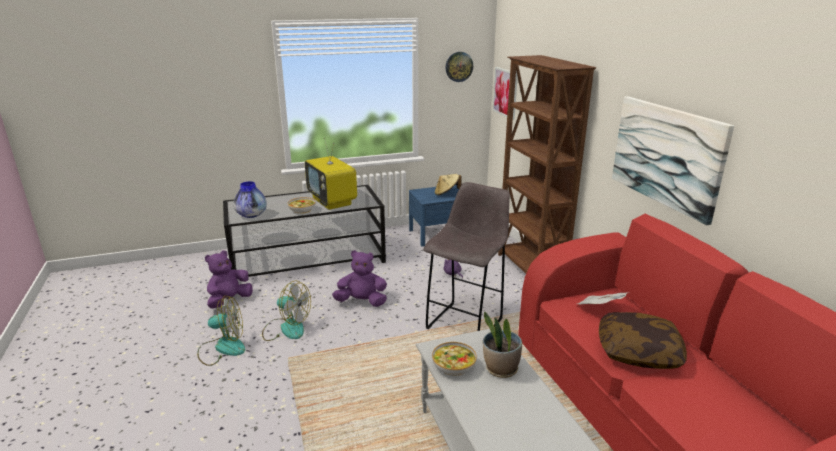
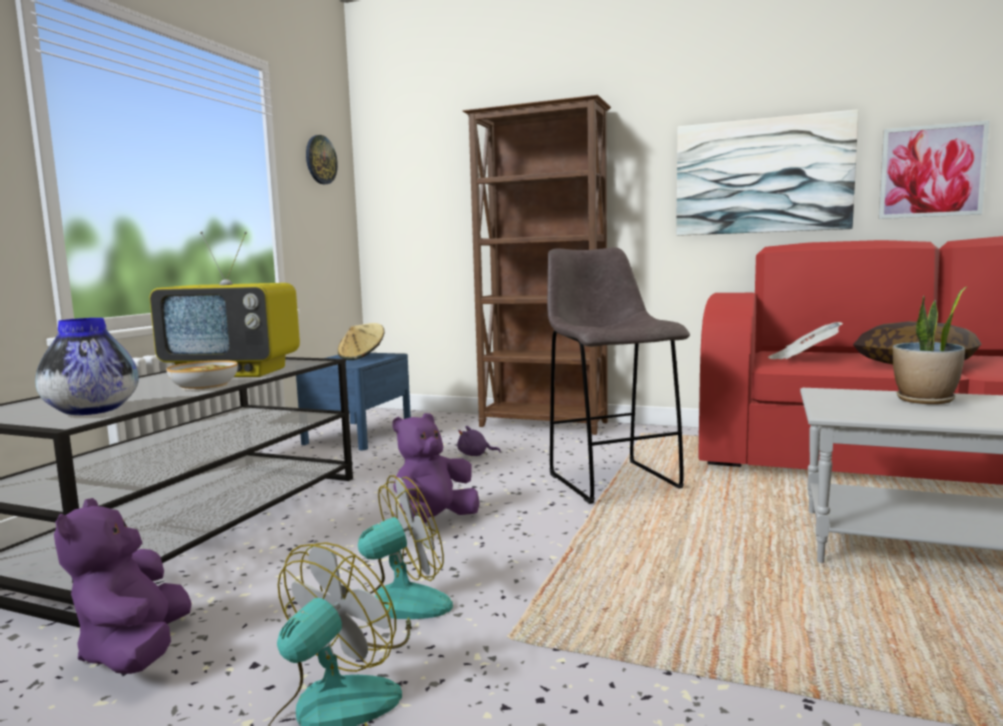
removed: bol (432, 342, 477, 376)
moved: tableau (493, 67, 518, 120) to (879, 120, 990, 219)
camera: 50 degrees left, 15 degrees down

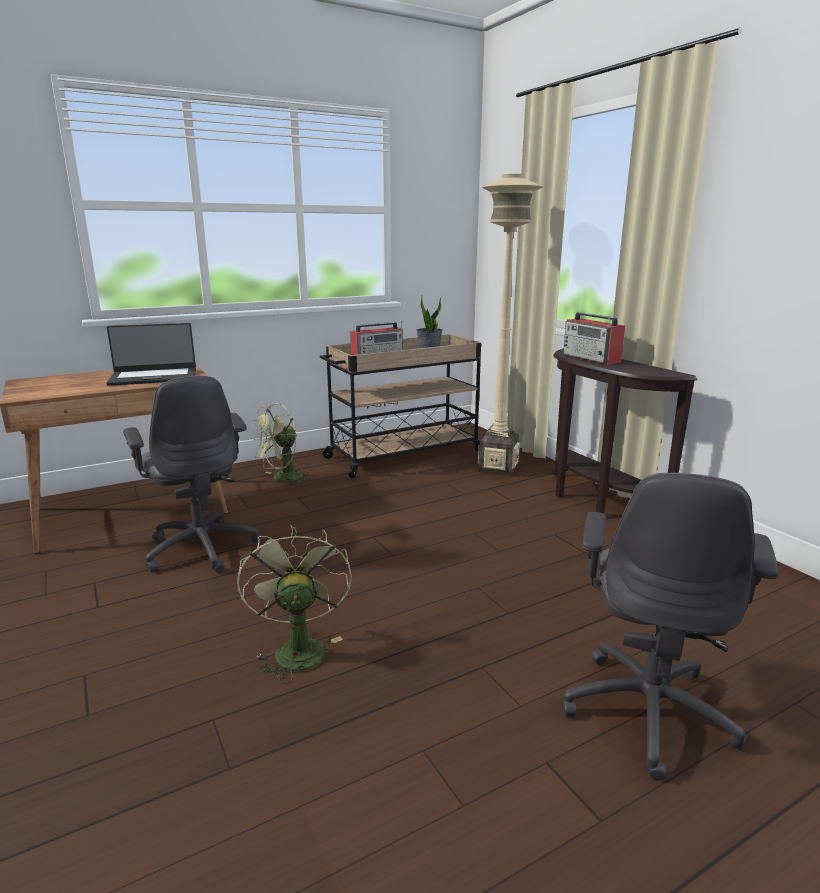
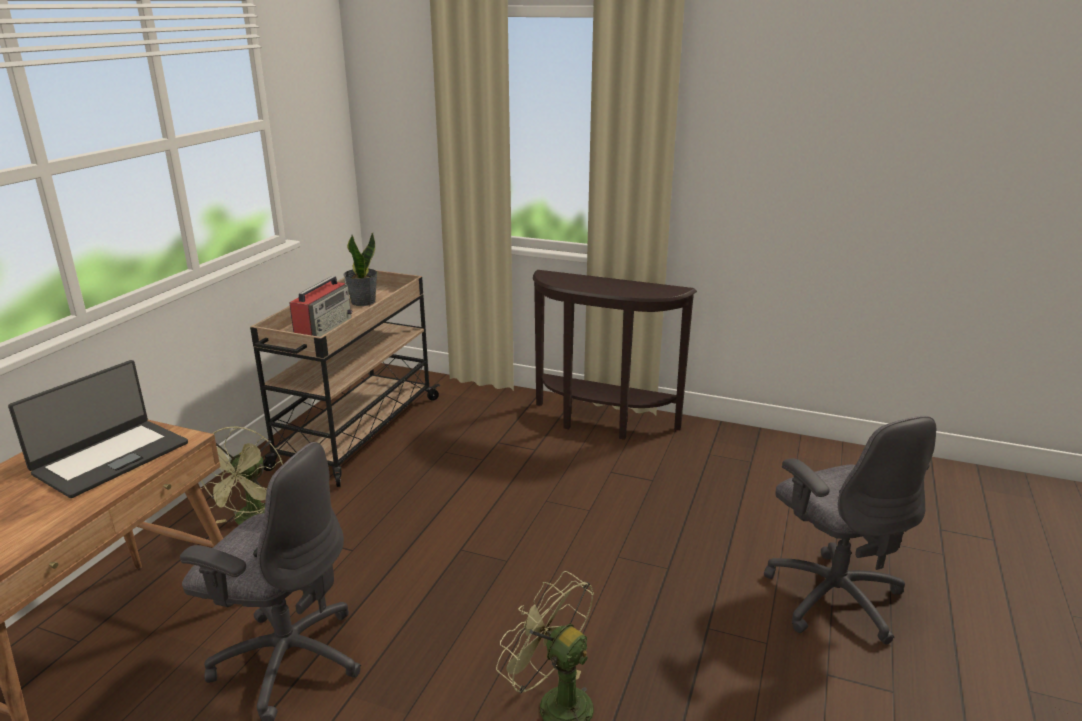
removed: lampadaire (beige) (478, 174, 543, 476); radio (563, 312, 625, 365)
camera: 40 degrees left, 5 degrees up

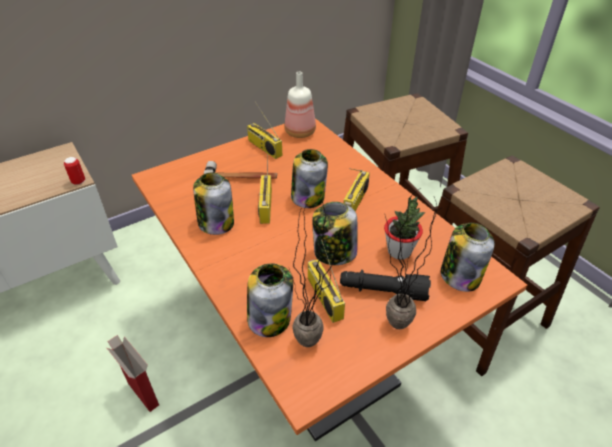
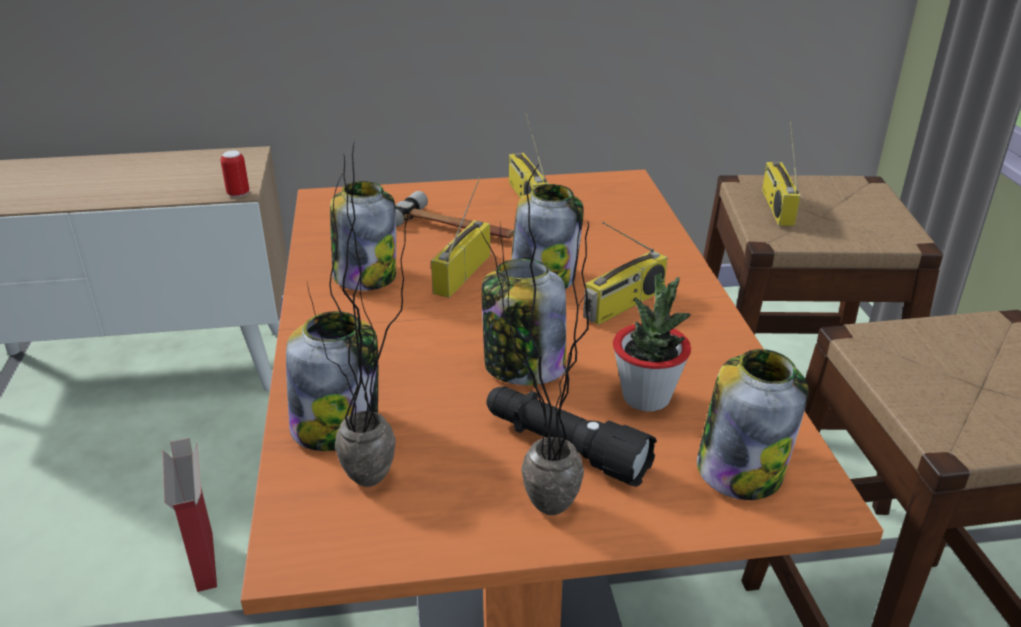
removed: bouteille (285, 72, 316, 138)
moved: radio (308, 239, 345, 323) to (762, 120, 800, 226)
camera: 25 degrees right, 10 degrees down

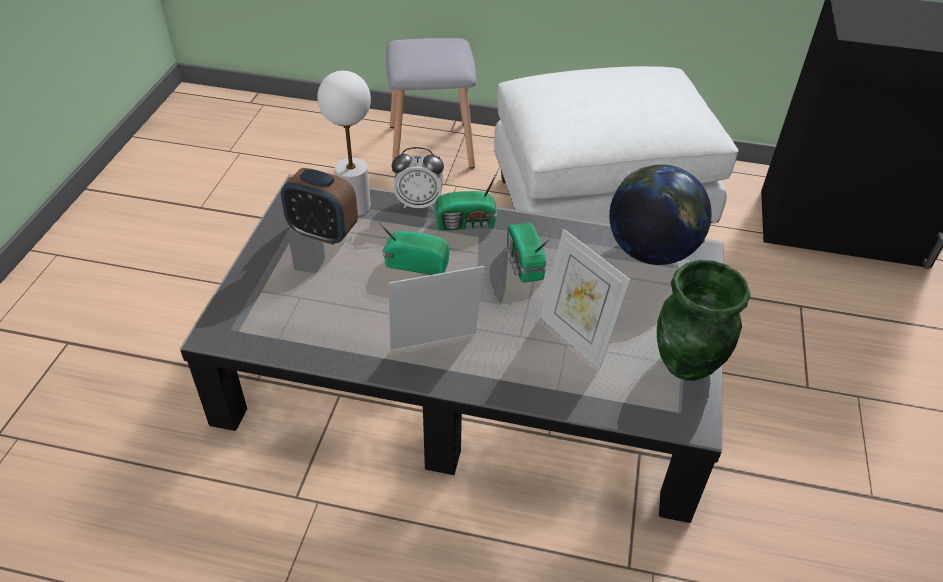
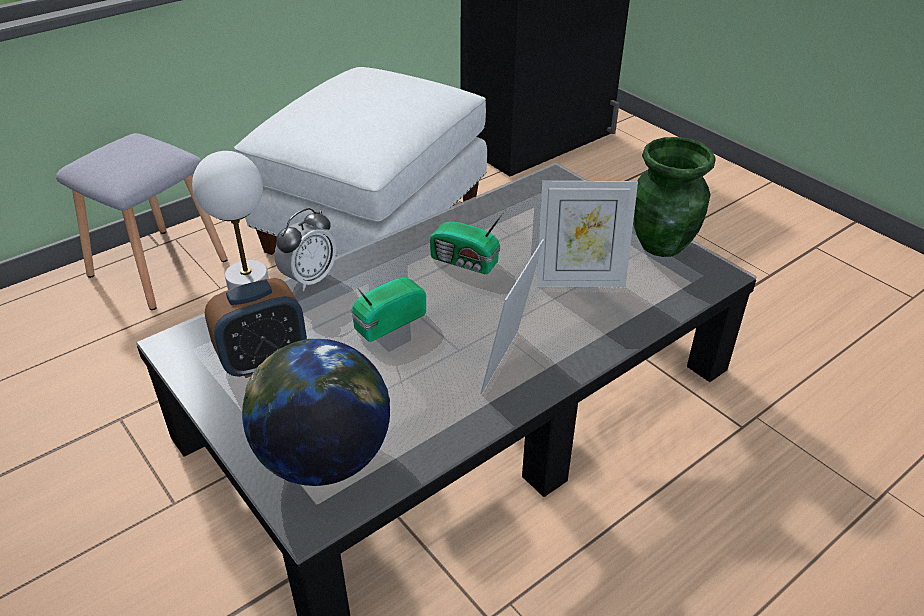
removed: radio (435, 167, 500, 230)
moved: globe (609, 165, 712, 265) to (242, 339, 390, 486)
camera: 50 degrees left, 5 degrees down

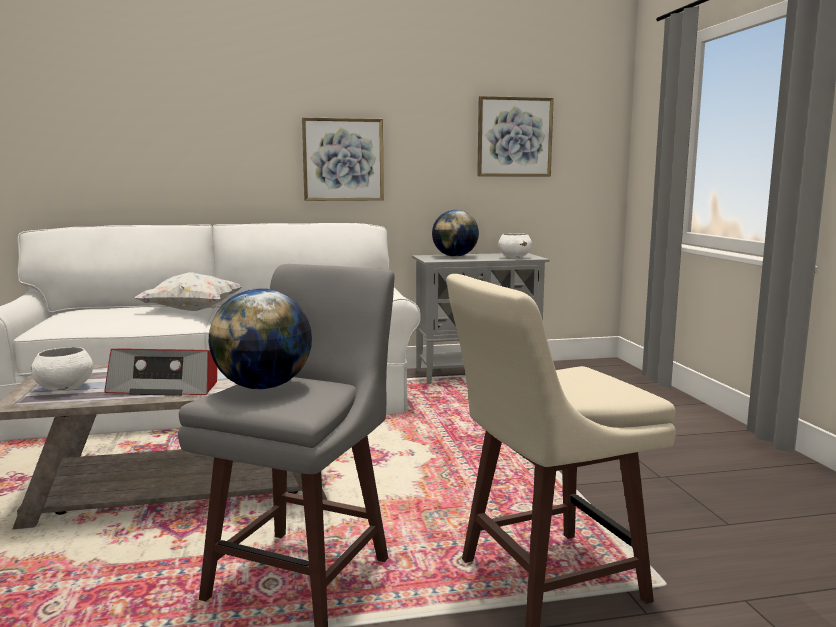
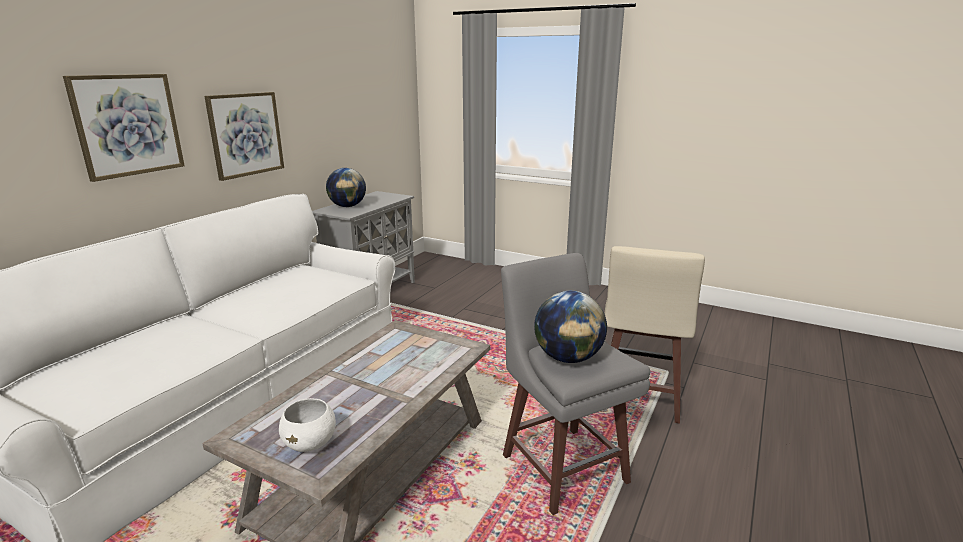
removed: radio (104, 349, 217, 396); coussin (blanc) (134, 272, 243, 311); bol (blanc) (498, 233, 532, 258)
moved: tableau (477, 96, 554, 176) to (63, 74, 185, 182)
camera: 50 degrees left, 10 degrees up

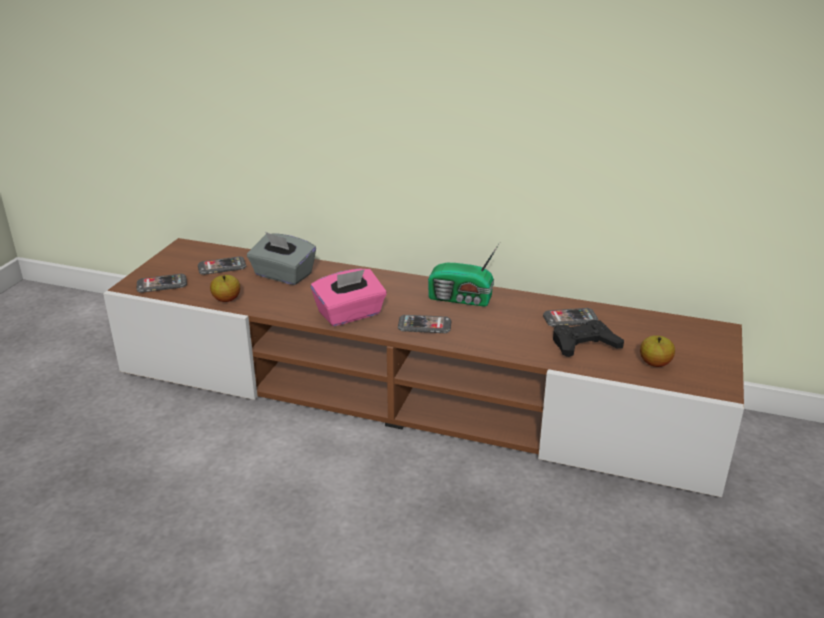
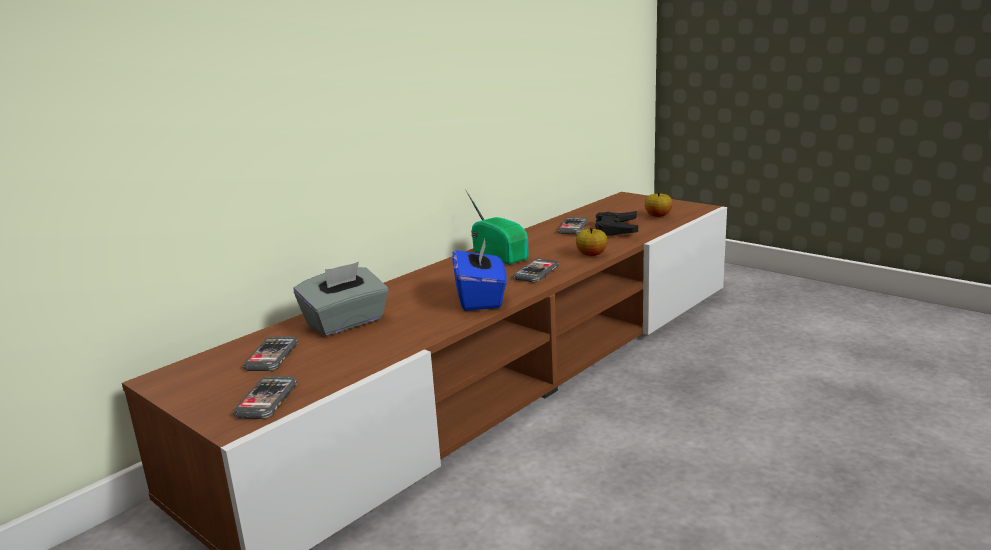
moved: pomme (210, 275, 240, 302) to (576, 228, 607, 256)
recoloured: boîte à mouchoirs (rose) (311, 268, 387, 326) to boîte à mouchoirs (bleu) (452, 239, 507, 311)
turned: radio (428, 242, 500, 306) = (466, 190, 529, 265) 75 degrees counterclockwise
camera: 65 degrees left, 10 degrees down

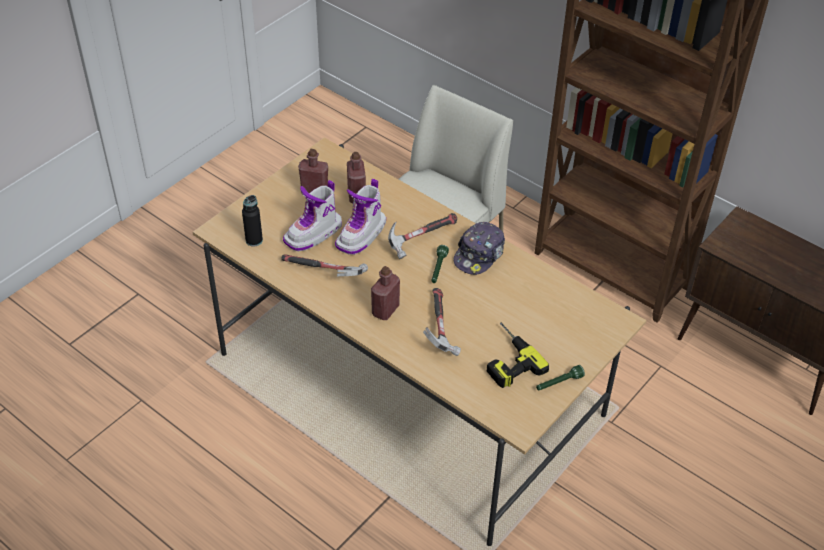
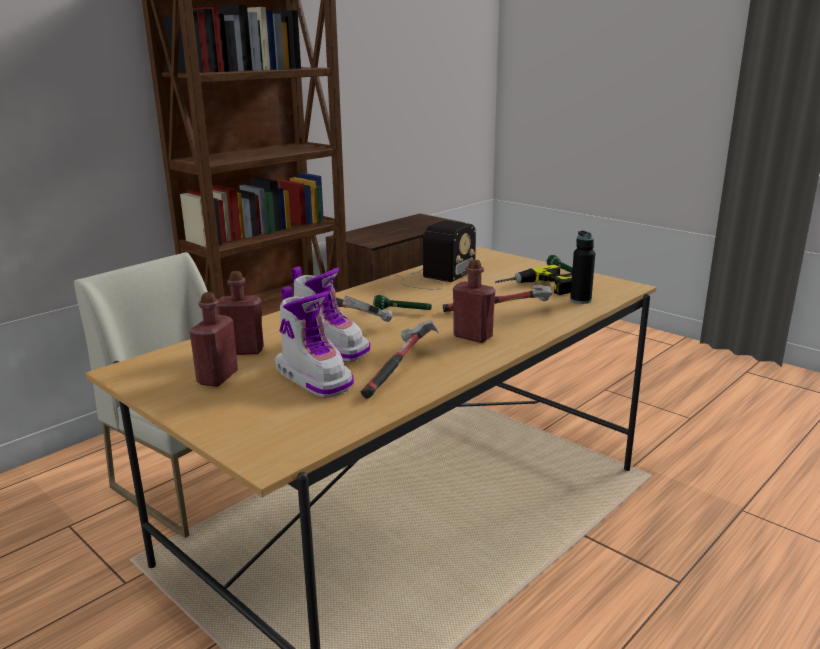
removed: casquette (454, 222, 505, 275)
added: radio (396, 220, 476, 290)
moved: bouteille (noir) (242, 195, 263, 247) to (570, 231, 595, 304)
camera: 85 degrees left, 25 degrees down

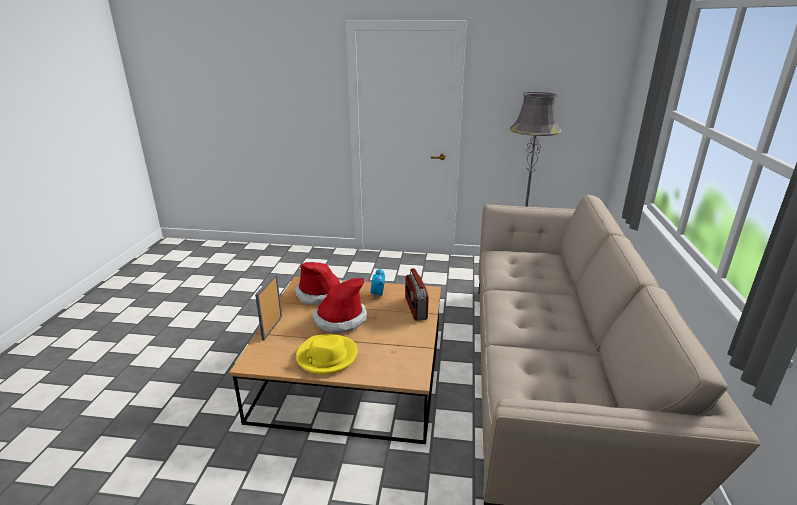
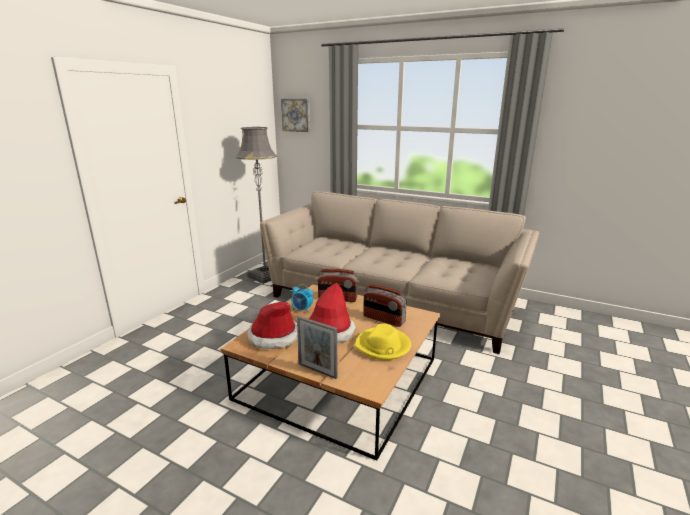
added: tableau (281, 99, 310, 132); radio (363, 284, 407, 327)
camera: 70 degrees left, 5 degrees down

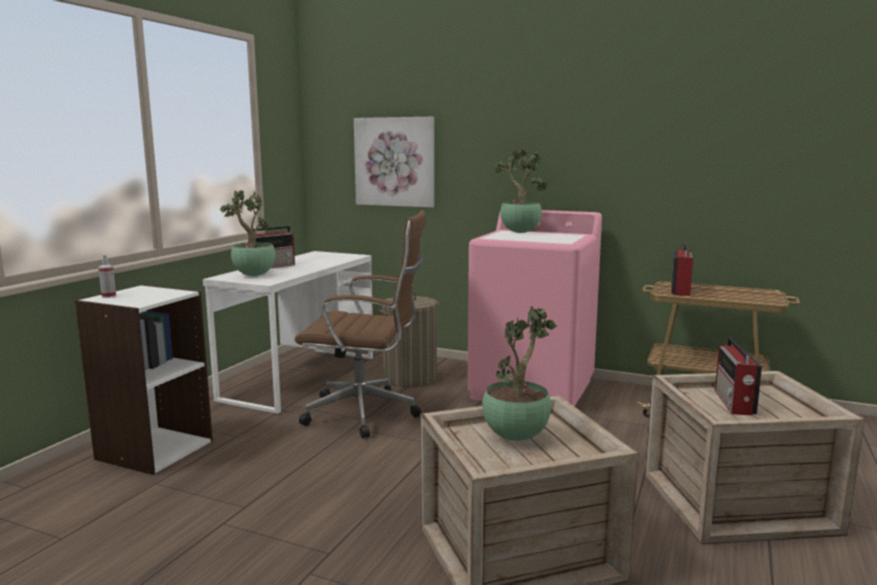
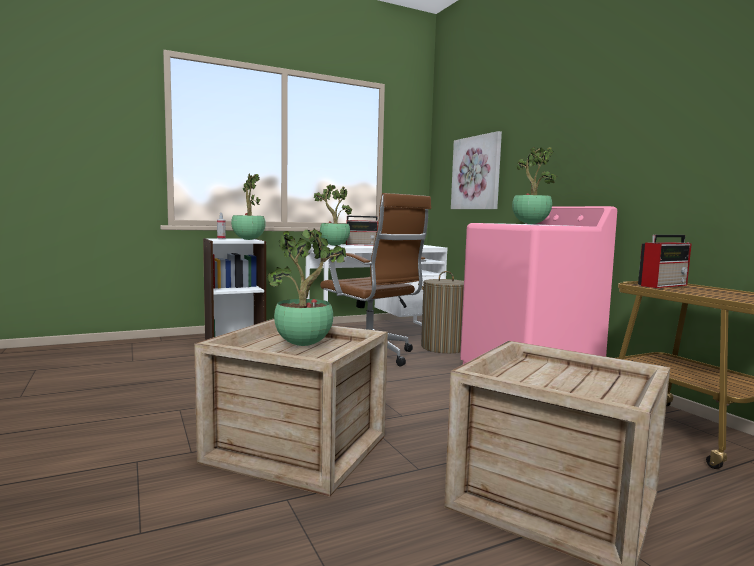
removed: radio (715, 337, 762, 415)
added: plante en pot (231, 173, 266, 240)
camera: 40 degrees right, 5 degrees down

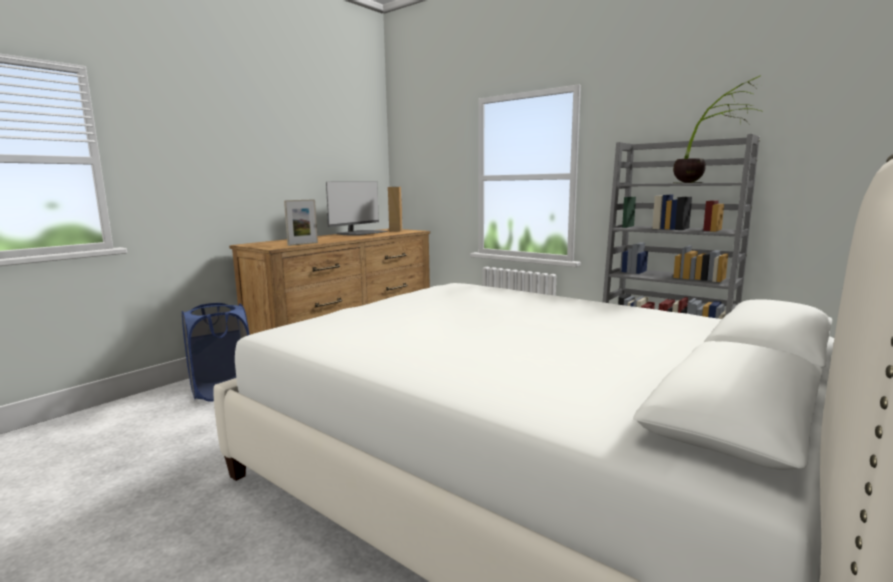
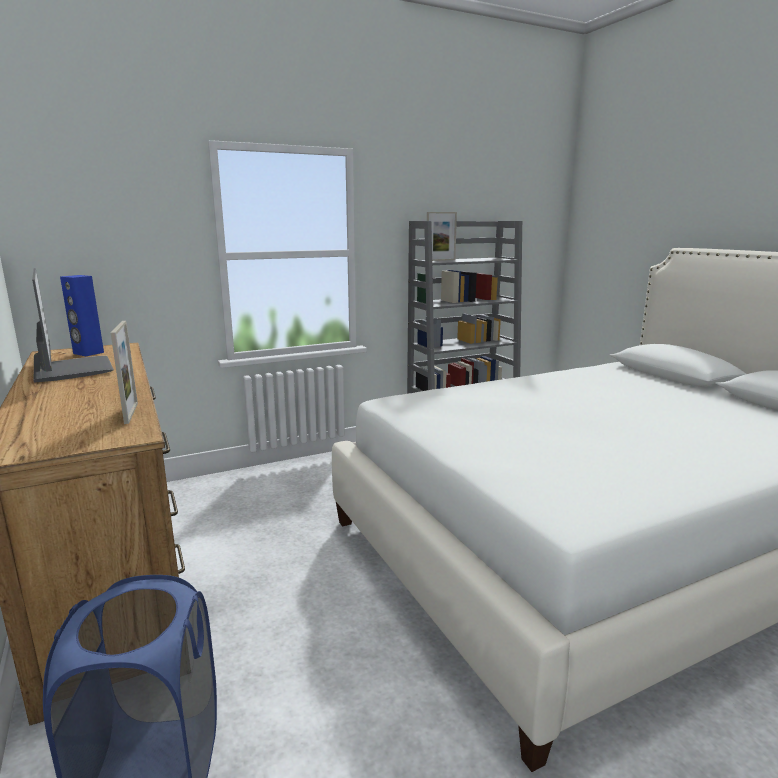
removed: plante en pot (673, 75, 763, 183)
added: cadre photo (427, 212, 457, 261)
recoloured: enceinte (marron) (388, 187, 403, 232) to enceinte (bleu) (60, 275, 104, 356)
camera: 65 degrees left, 5 degrees up

